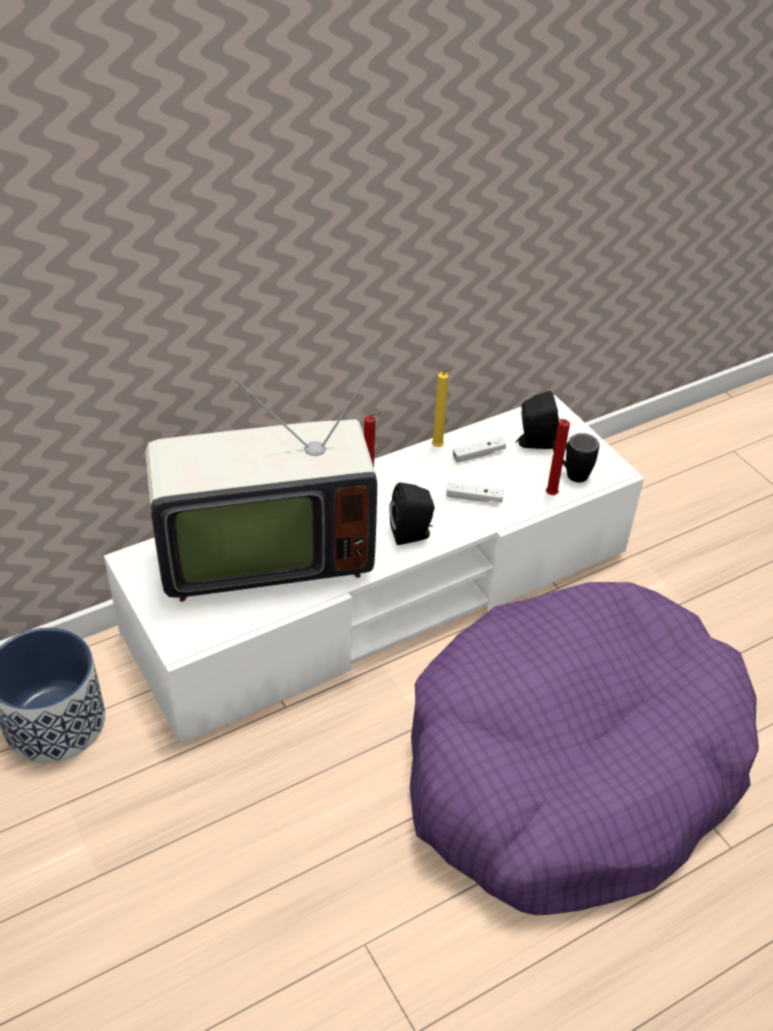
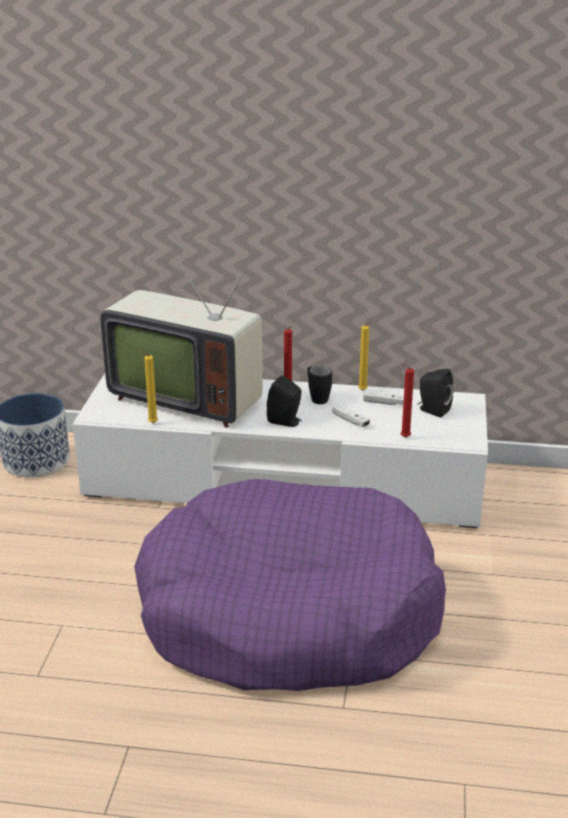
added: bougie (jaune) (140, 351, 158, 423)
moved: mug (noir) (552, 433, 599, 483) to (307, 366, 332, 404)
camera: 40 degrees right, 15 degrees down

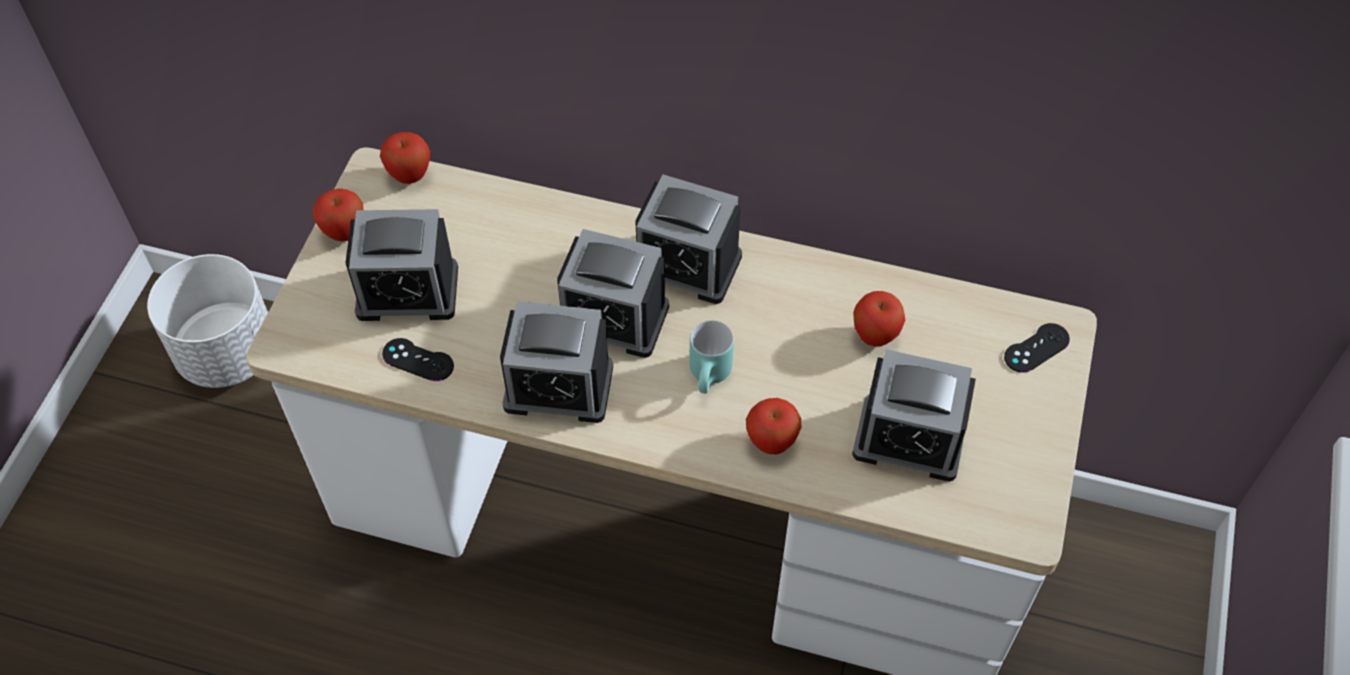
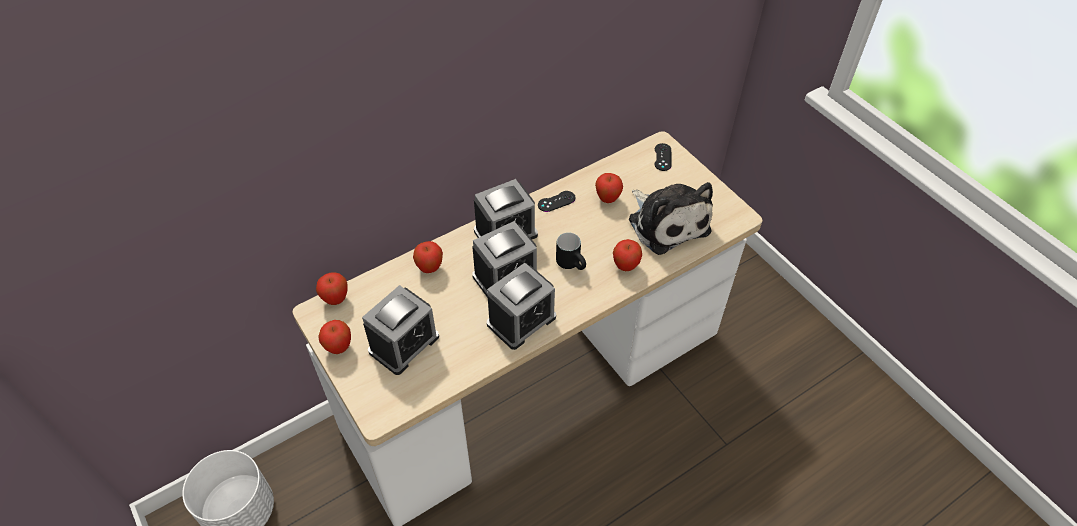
added: pomme (413, 241, 443, 273)
moved: manette (noir) (382, 338, 454, 381) to (538, 191, 576, 212)
replaced: réveil (852, 349, 976, 482) to peluche (629, 182, 713, 255)
recoloured: mug (turquoise) (689, 320, 734, 394) to mug (noir) (556, 233, 586, 270)
camera: 50 degrees left, 5 degrees down

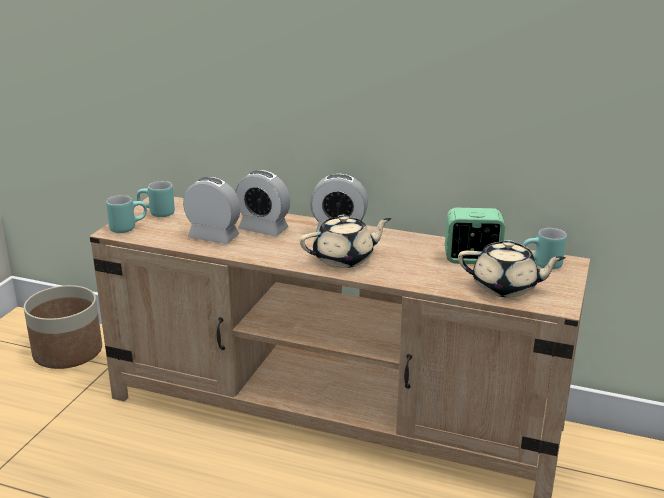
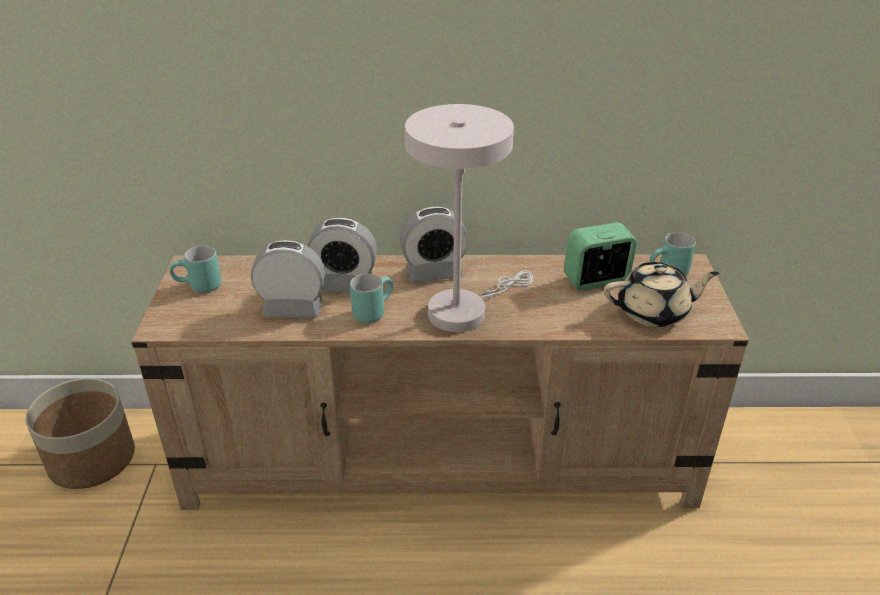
moved: mug (turquoise) (106, 195, 147, 233) to (350, 274, 393, 323)
replaced: théière (beige) (300, 215, 391, 268) to lampe de table (blanc) (405, 104, 533, 332)
camera: 20 degrees left, 10 degrees up

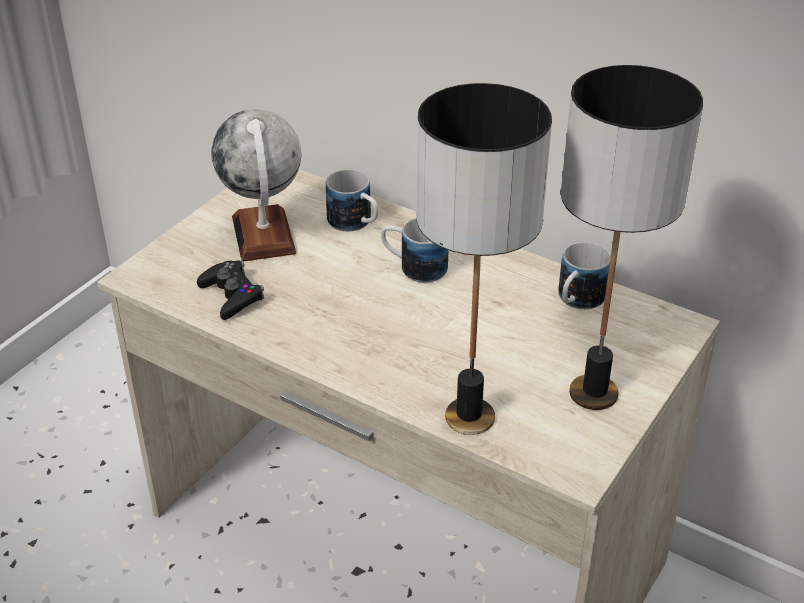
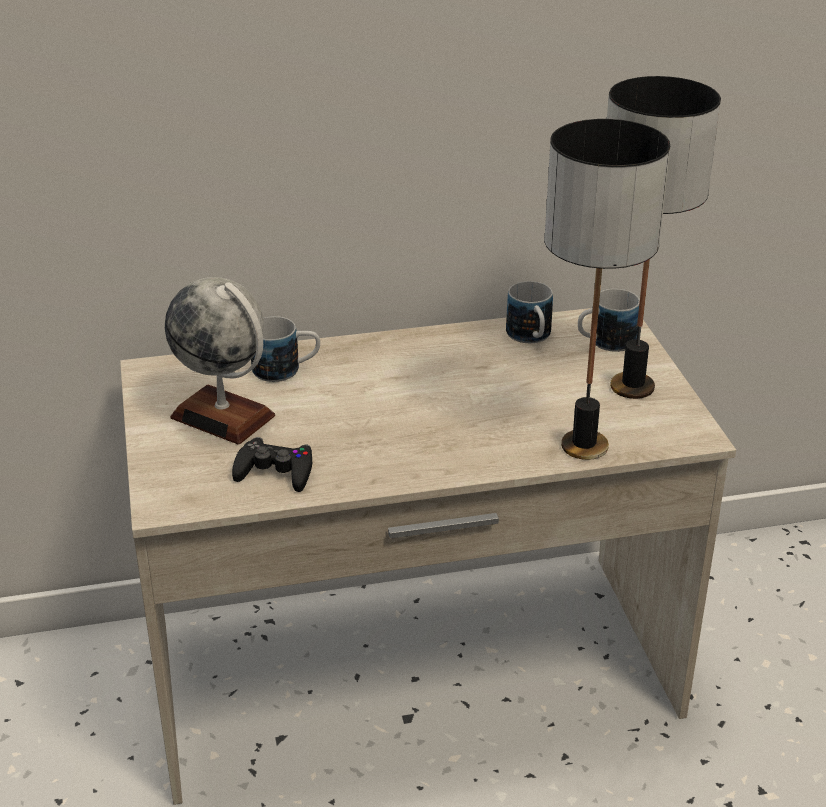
moved: mug (381, 218, 448, 282) to (578, 289, 640, 352)
camera: 45 degrees left, 5 degrees down

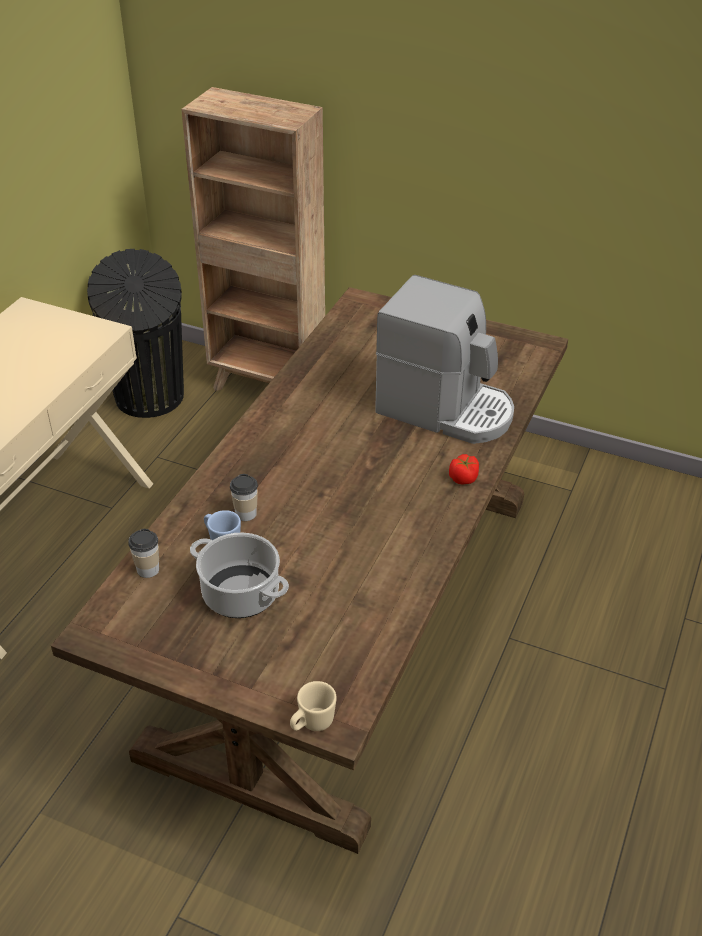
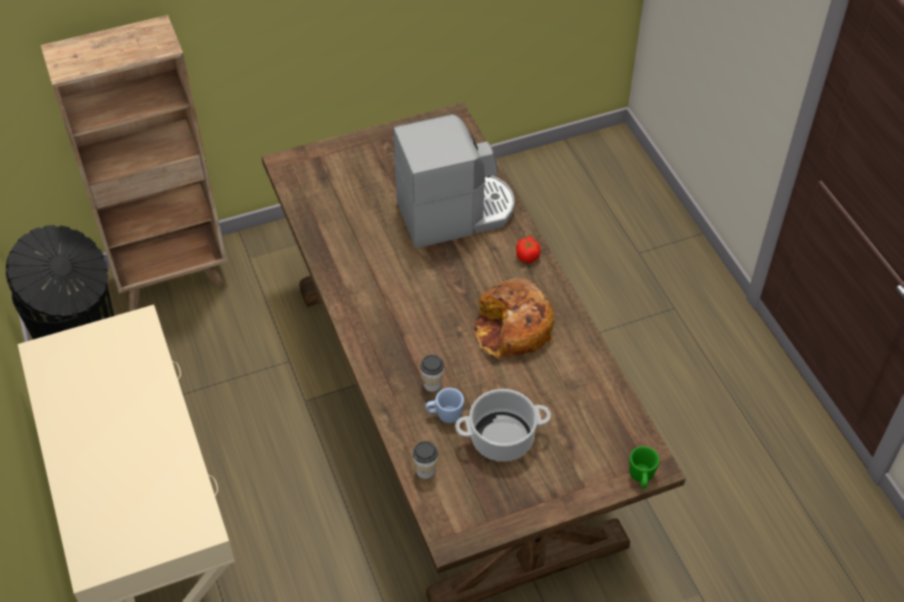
added: pain (473, 278, 555, 359)
recoloured: mug (beige) (290, 681, 337, 731) to mug (vert) (629, 446, 659, 489)
camera: 45 degrees left, 10 degrees up

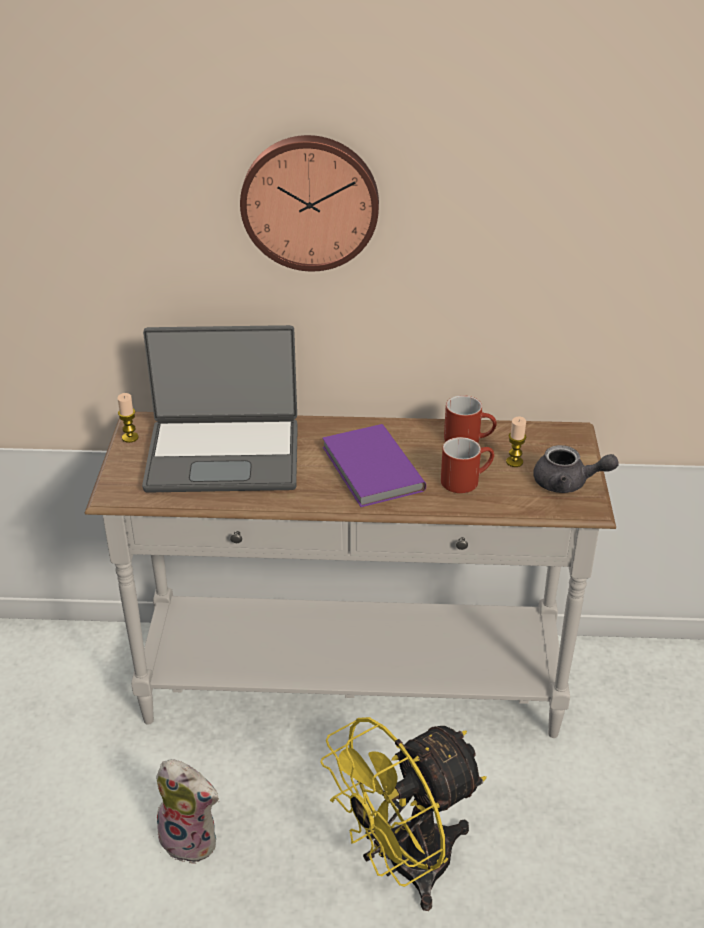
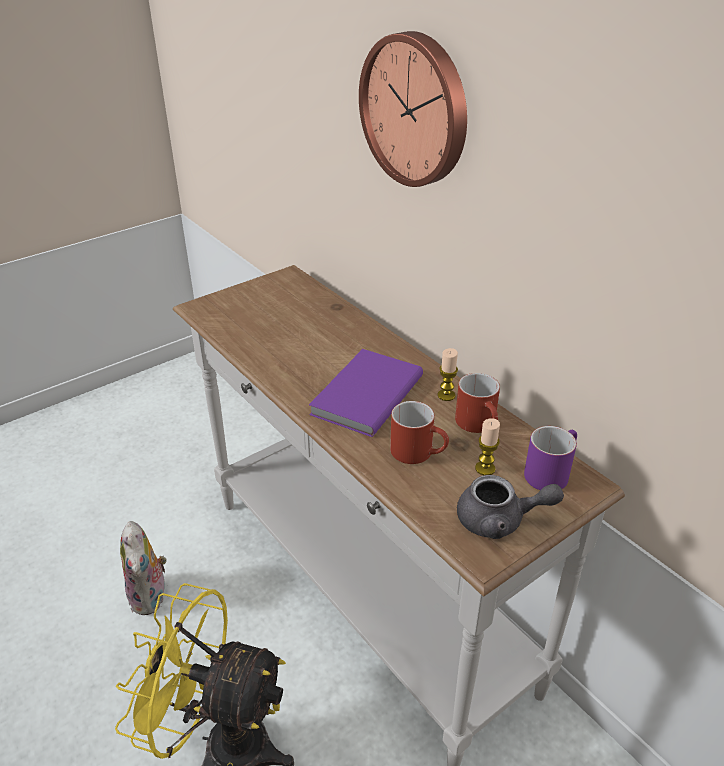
removed: ordinateur portable (142, 325, 298, 493)
added: mug (violet) (524, 426, 577, 490)
moved: bougie (118, 393, 139, 443) to (438, 348, 458, 401)
turned: théière (gris) (533, 445, 619, 493) = (457, 475, 564, 539) 60 degrees counterclockwise
camera: 50 degrees right, 0 degrees up

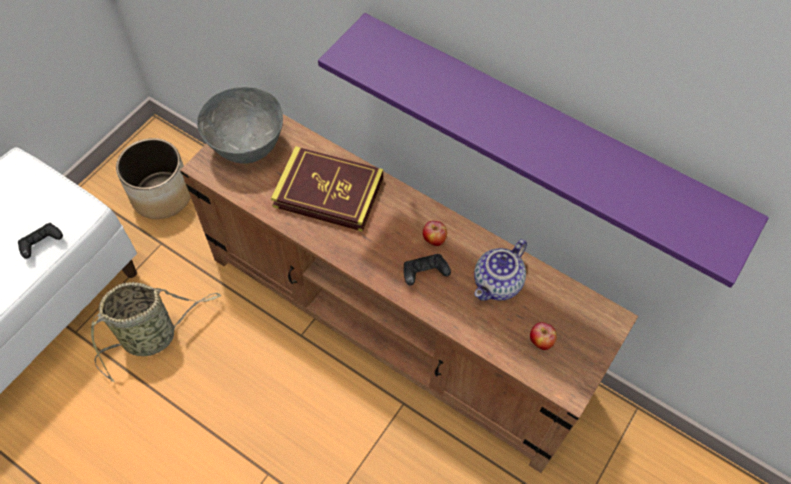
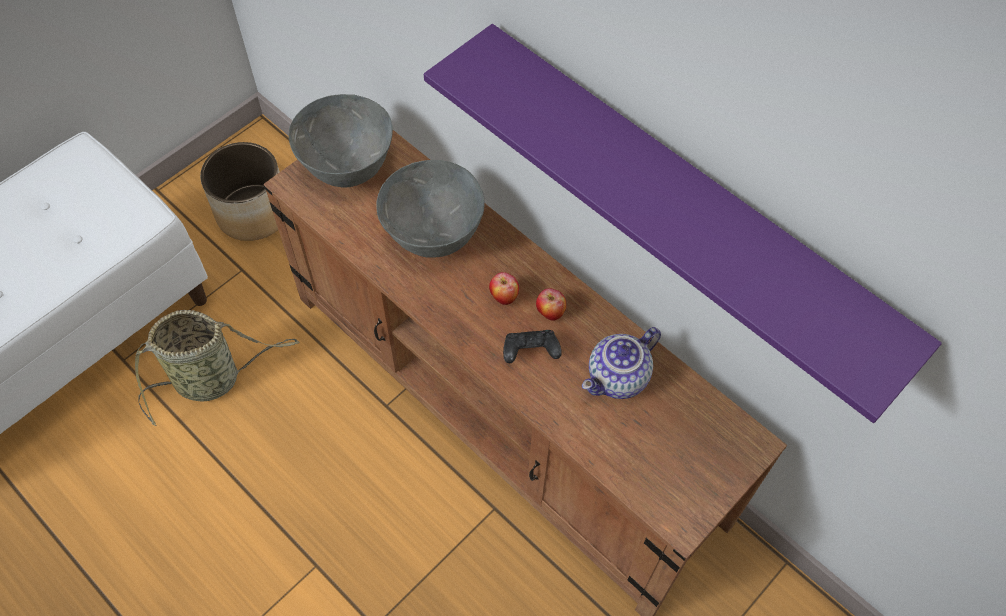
removed: manette (noir) (18, 223, 63, 259)
moved: pomme (530, 322, 557, 350) to (489, 272, 519, 305)
replaced: livre (271, 146, 383, 232) to bol (gris) (376, 160, 485, 258)
camera: 10 degrees right, 0 degrees up

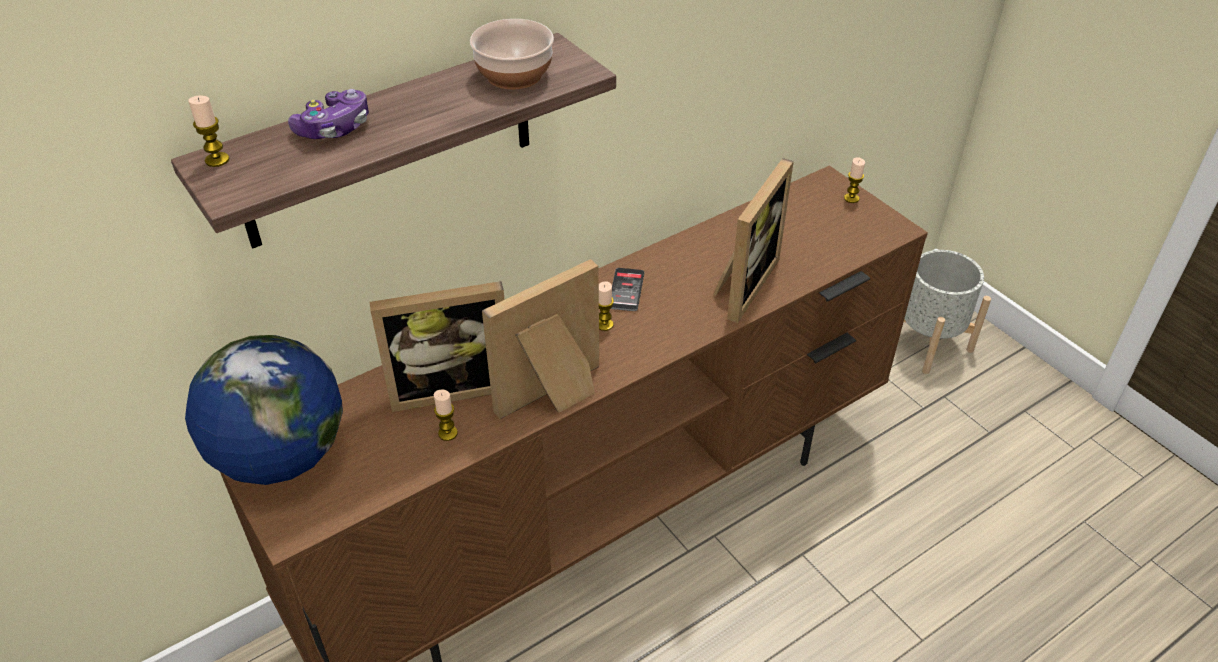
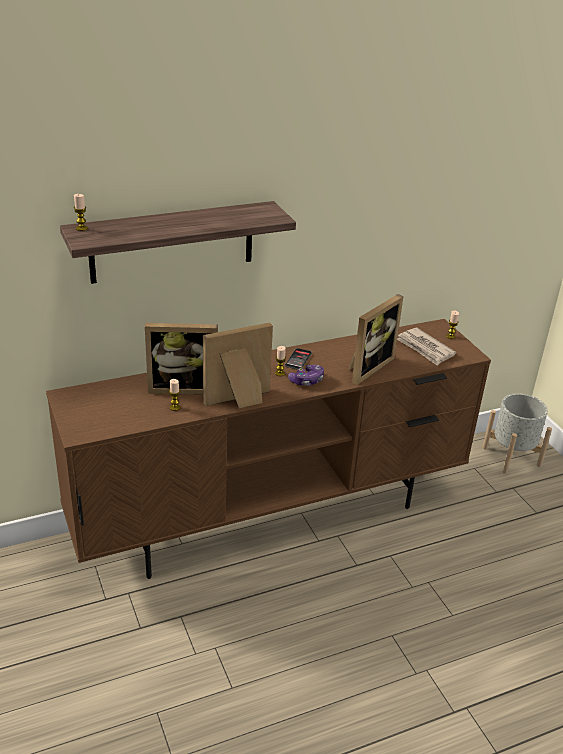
removed: globe (185, 335, 343, 485); bol (470, 19, 554, 89)
added: journal (397, 328, 456, 365)
moved: manette (288, 89, 369, 139) to (288, 365, 324, 386)
camera: 10 degrees right, 10 degrees down

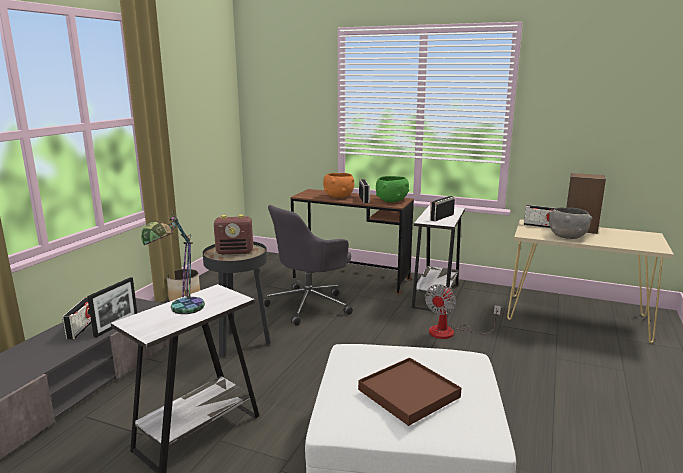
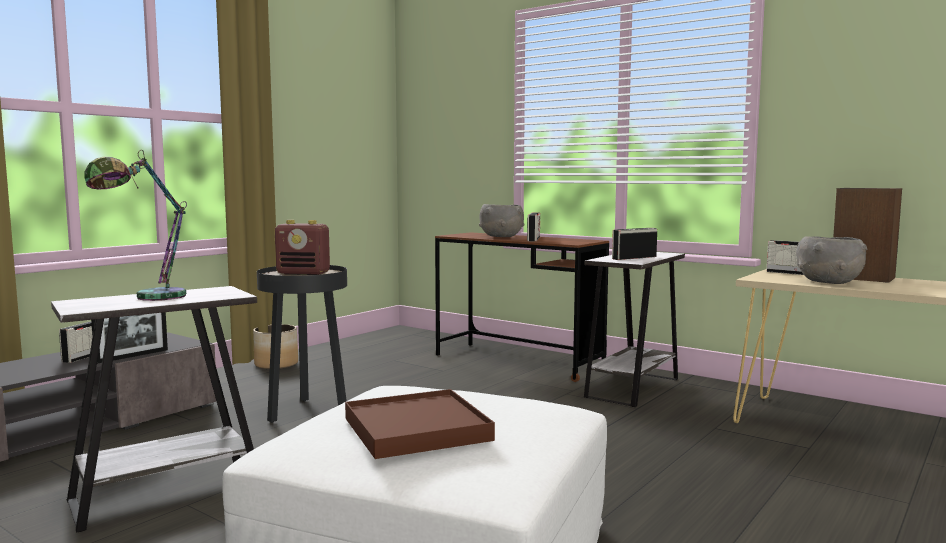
removed: chaise de bureau (gris) (264, 205, 353, 326); bol (vert) (376, 176, 409, 202); ventilateur (425, 284, 501, 339)
recoloured: bol (orange) (323, 173, 354, 198) to bol (gris) (479, 204, 524, 237)
camera: 15 degrees right, 10 degrees down

